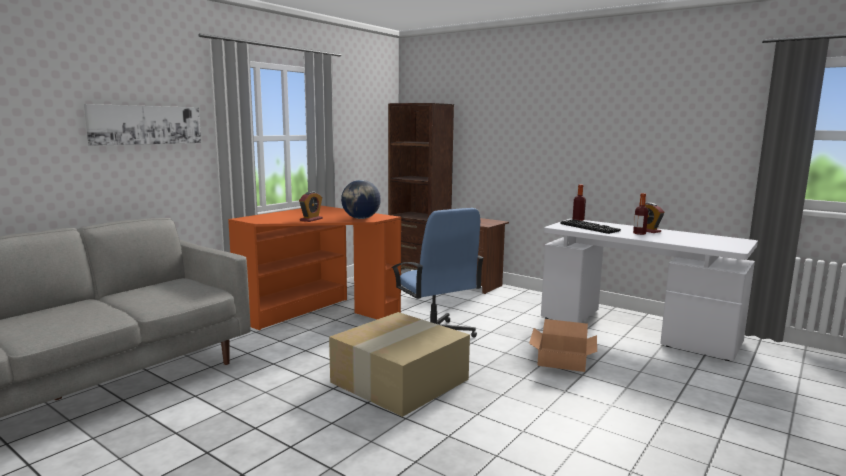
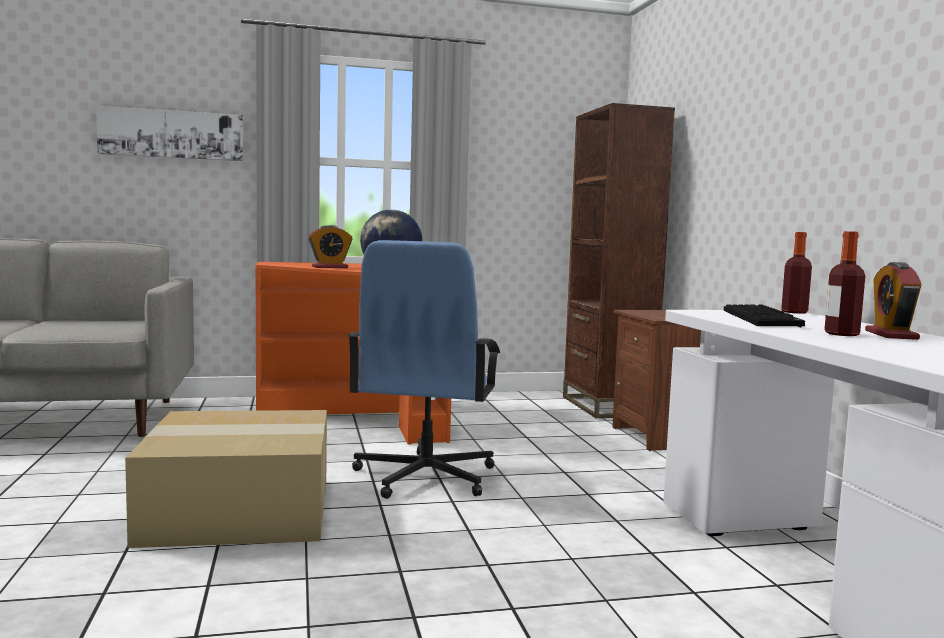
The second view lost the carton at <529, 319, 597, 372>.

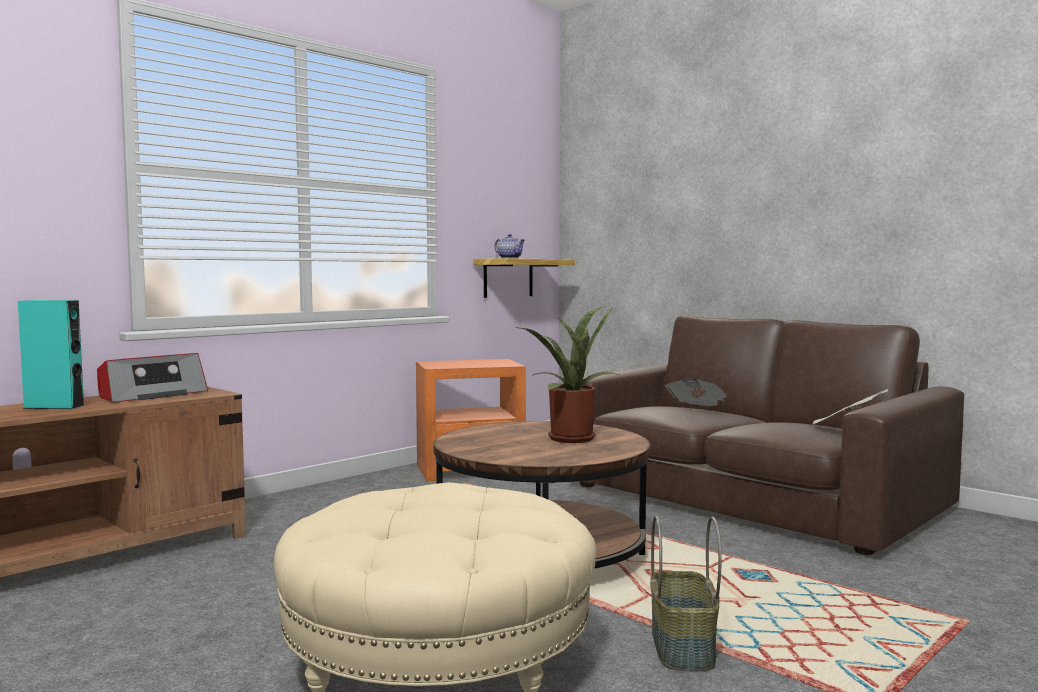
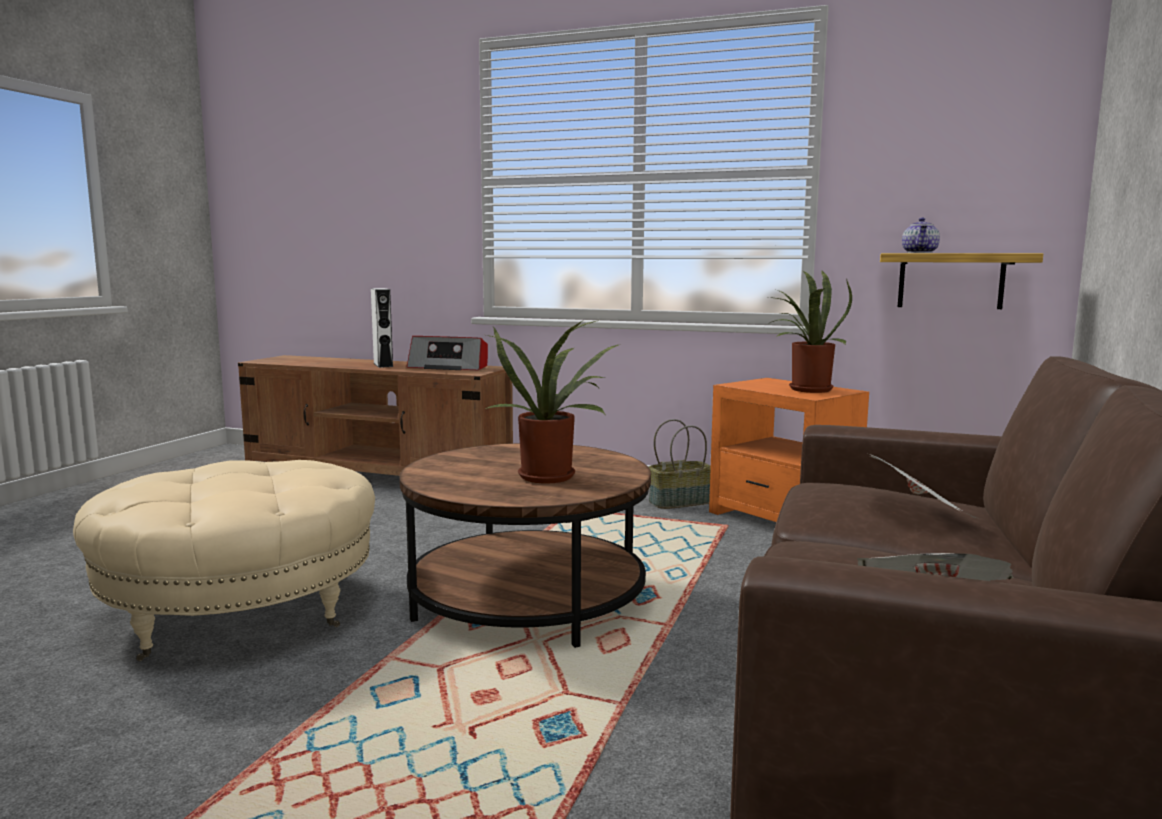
The second view gained the plante en pot at <767, 270, 852, 393>.
The panier ended up elsewhere, having gone from <650, 516, 722, 671> to <649, 419, 711, 509>.
What was the enceinte/turquoise at <18, 300, 84, 409> turned into the enceinte/blanc at <371, 288, 393, 368>.

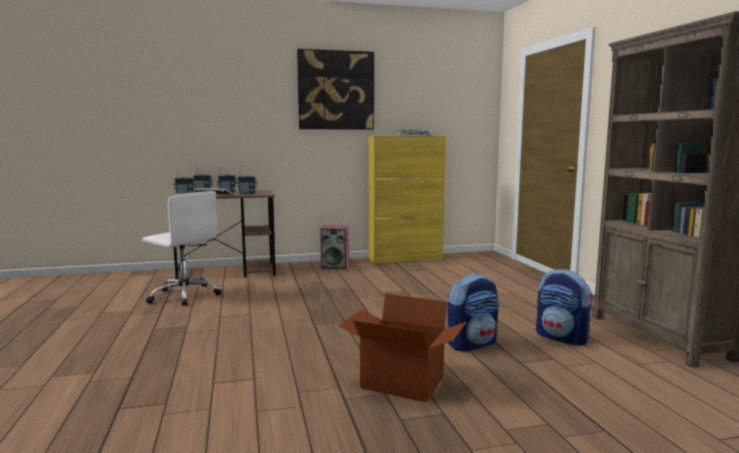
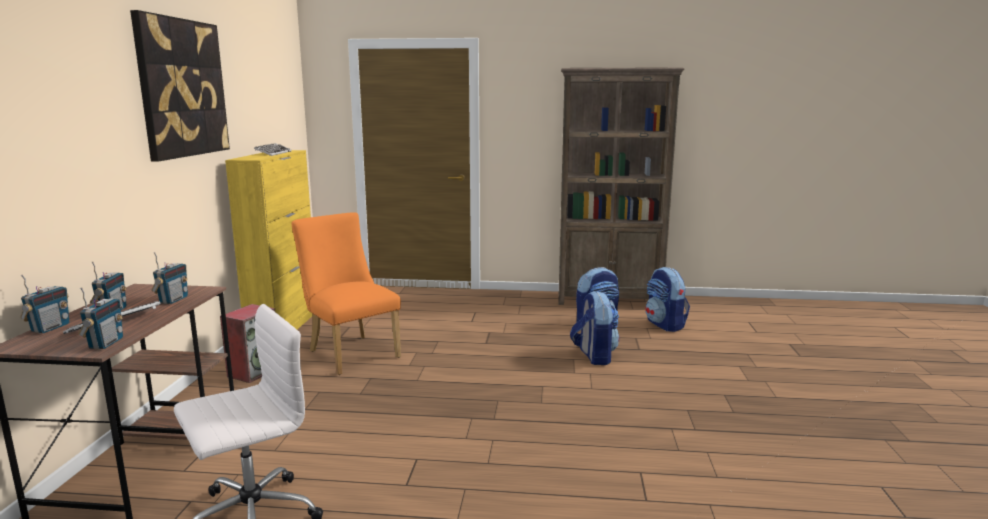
The second view lost the carton at <338, 294, 467, 402>.
The second view gained the chaise/orange at <292, 213, 401, 375>.
The second view gained the sac à dos at <645, 267, 690, 332>.

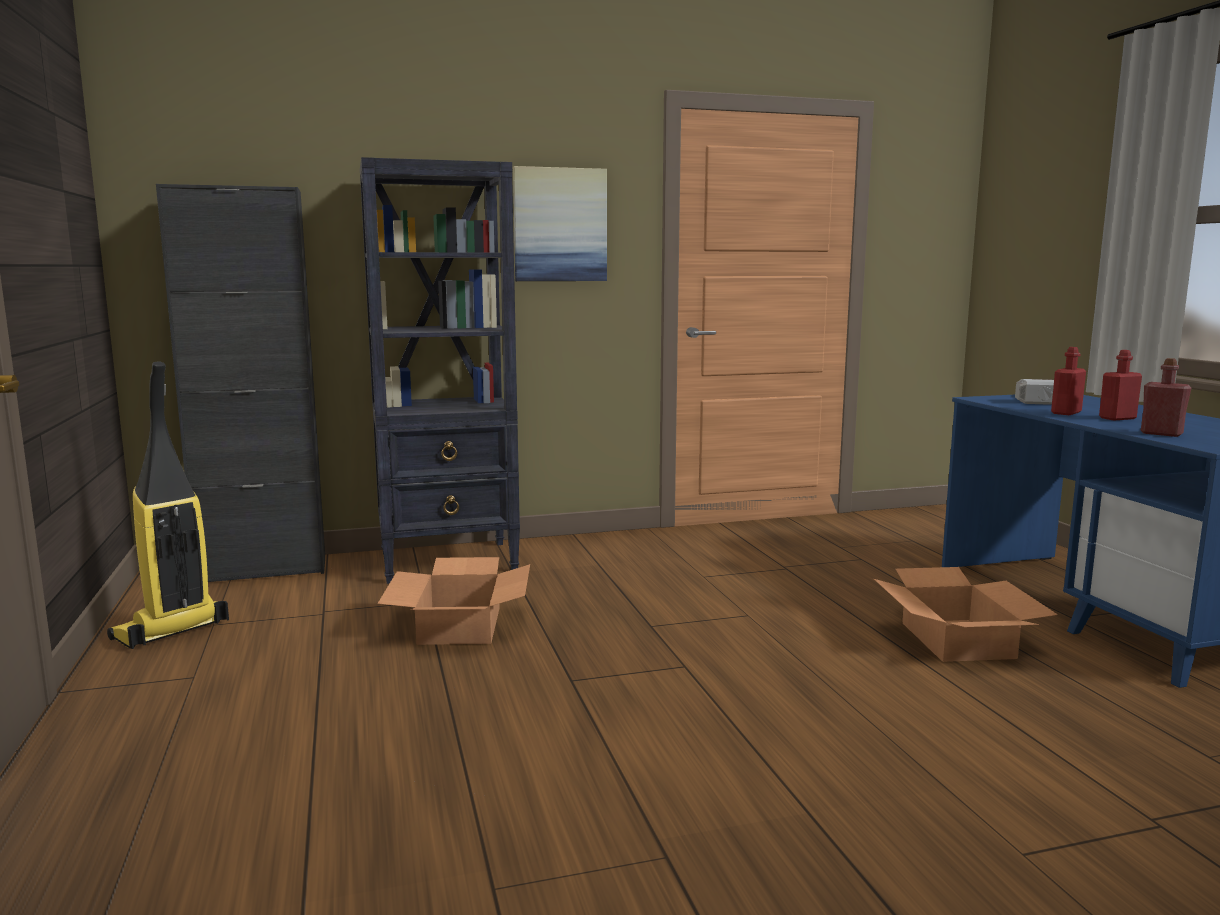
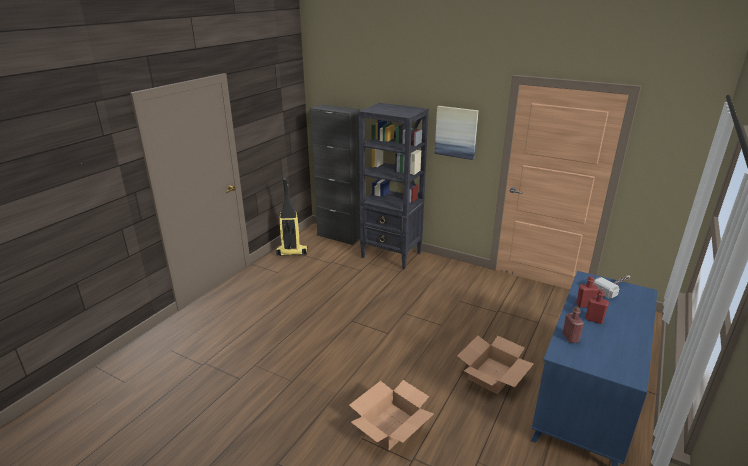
The carton ended up elsewhere, having gone from <378, 557, 530, 645> to <349, 380, 434, 451>.

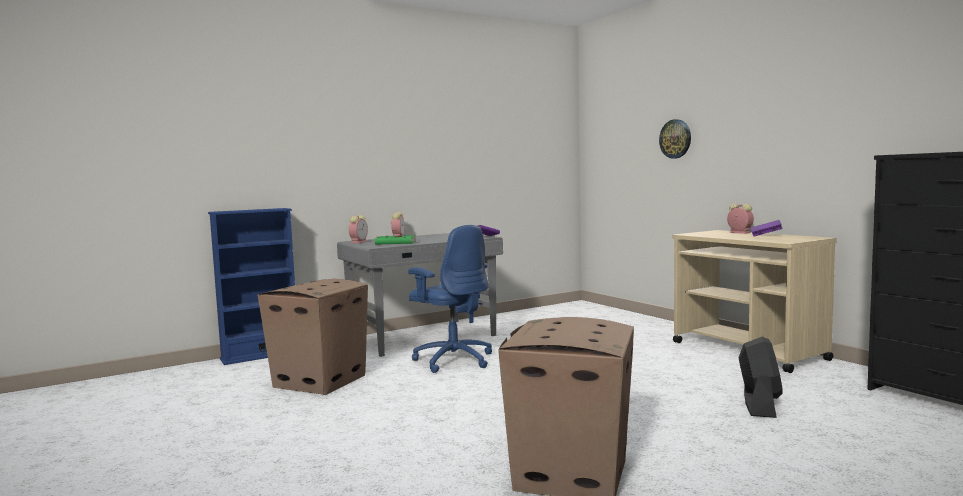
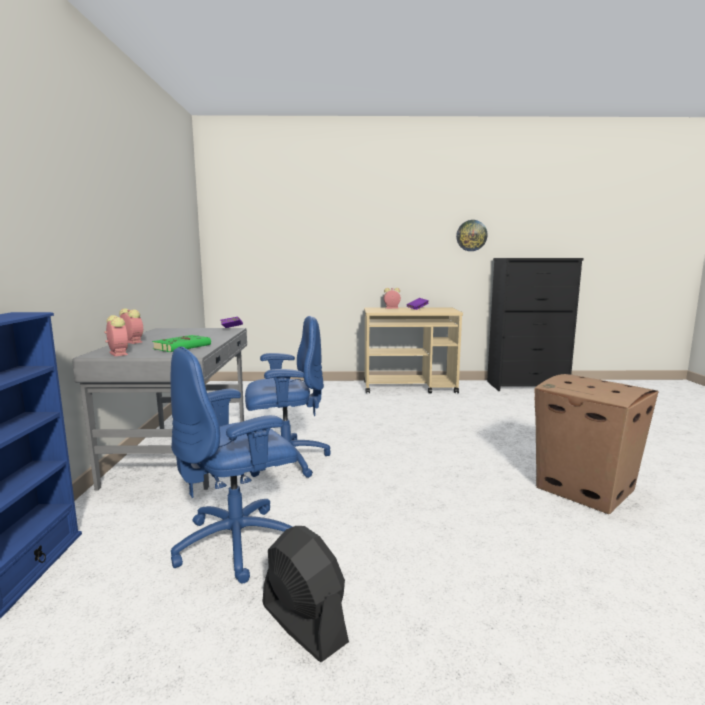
The horloge murale ended up elsewhere, having gone from <659, 119, 691, 159> to <456, 220, 488, 251>.
The ventilateur/noir ended up elsewhere, having gone from <739, 337, 783, 418> to <262, 526, 349, 662>.
Where the carton stood at <257, 279, 368, 395>, the chaise de bureau/bleu came to stand at <171, 346, 297, 584>.

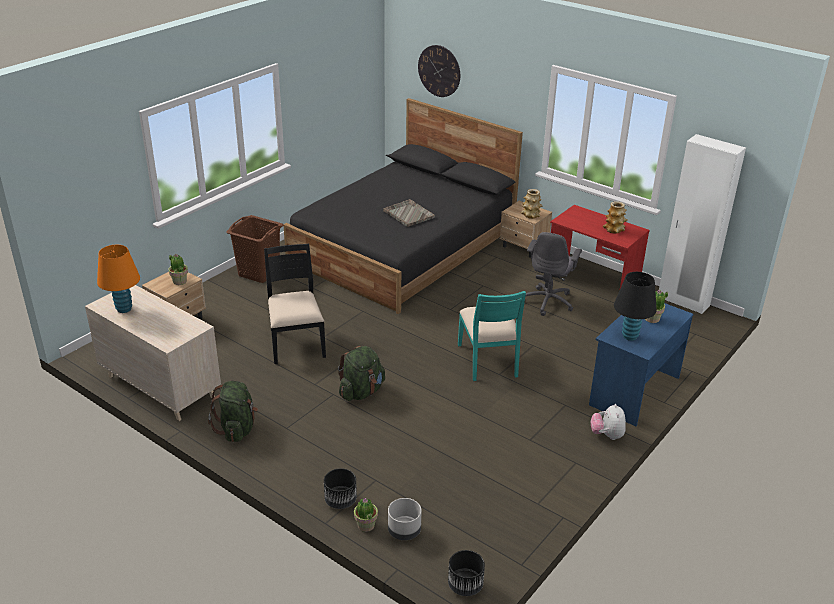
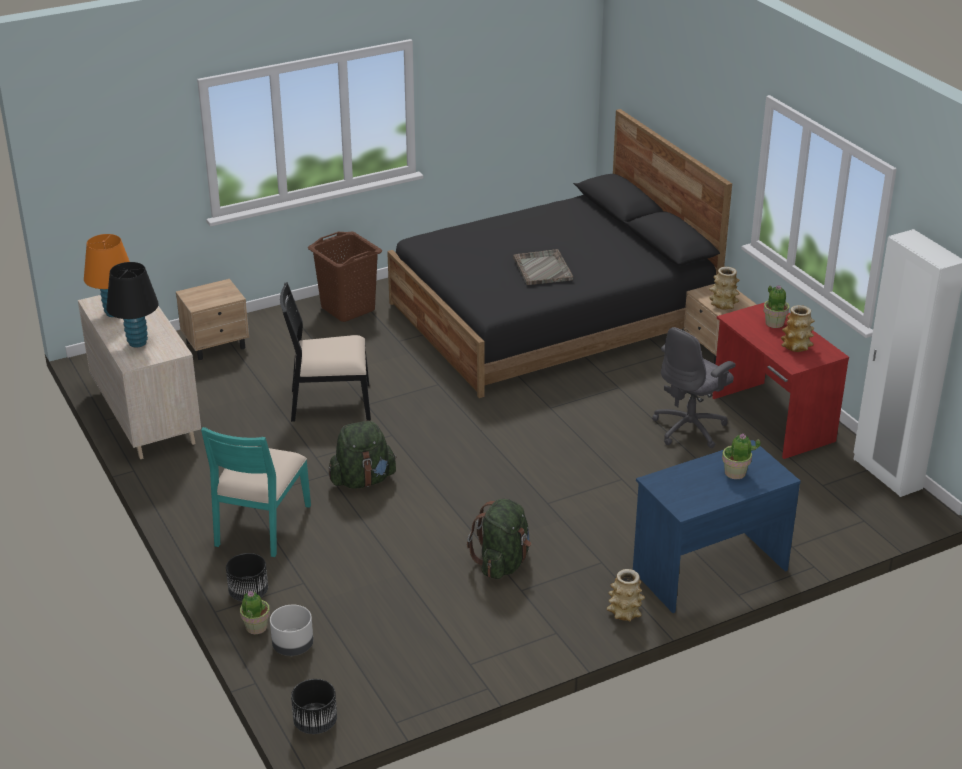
The second view lost the horloge murale at <418, 45, 460, 97>.
The plante en pot ended up elsewhere, having gone from <169, 254, 188, 285> to <764, 285, 789, 328>.
The sac à dos/vert ended up elsewhere, having gone from <208, 381, 258, 442> to <467, 499, 531, 579>.
The chaise/turquoise ended up elsewhere, having gone from <458, 291, 526, 381> to <201, 427, 311, 557>.
The lampe de table/noir ended up elsewhere, having gone from <614, 272, 657, 341> to <106, 262, 159, 347>.
Where the peluche stood at <591, 404, 626, 440>, the vase came to stand at <606, 569, 645, 621>.
The chaise/noir at <264, 244, 326, 364> ended up facing another way, 105 degrees counterclockwise from before.

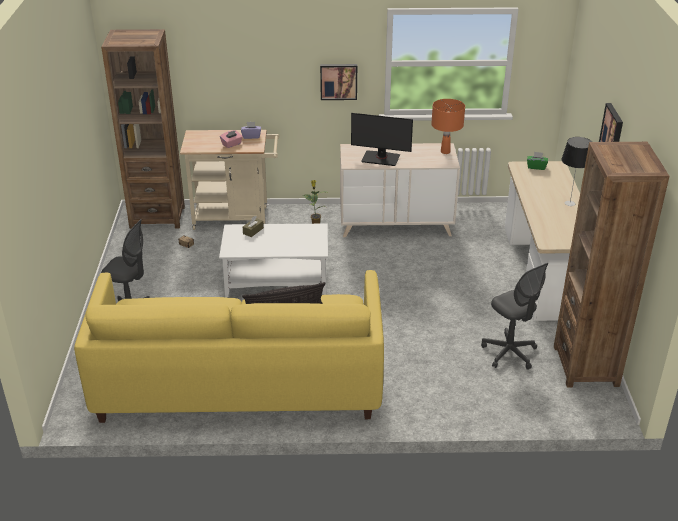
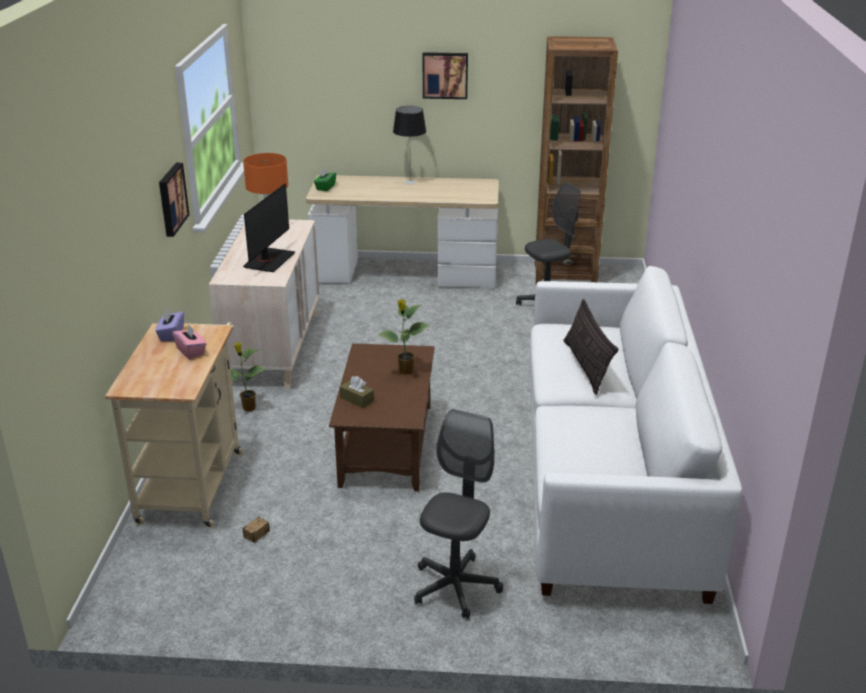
The second view lost the bibliothèque/marron at <101, 29, 185, 229>.
The second view gained the plante en pot at <378, 299, 430, 375>.
What was the canapé/jaune at <74, 270, 384, 423> turned into the canapé/blanc at <529, 266, 742, 604>.
What was the table basse/blanc at <219, 224, 328, 298> turned into the table basse/marron at <329, 343, 435, 491>.

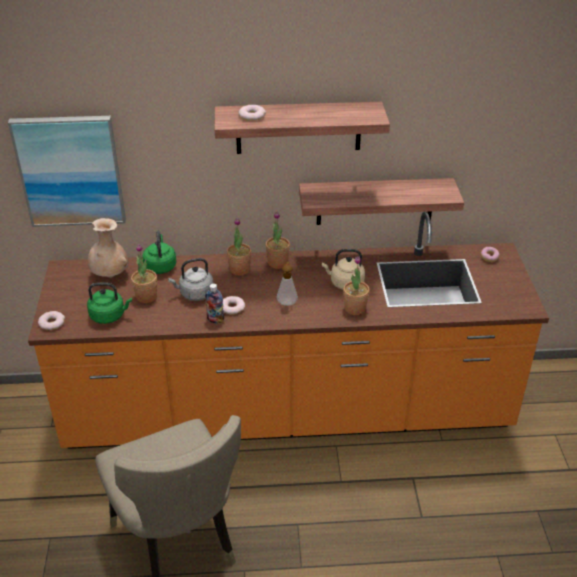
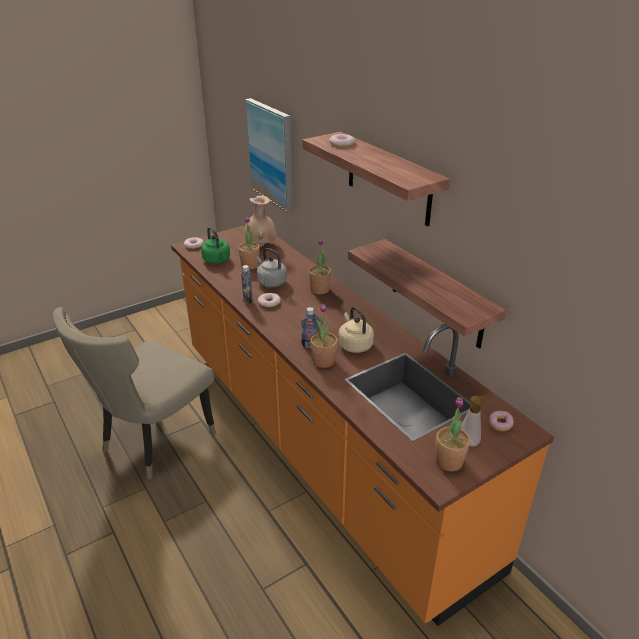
The second view lost the bouilloire/vert at <142, 231, 176, 274>.
The second view gained the bouteille at <301, 307, 320, 348>.
The plante en pot ended up elsewhere, having gone from <266, 211, 290, 269> to <436, 397, 470, 471>.
The distributeur de savon ended up elsewhere, having gone from <277, 262, 298, 306> to <461, 395, 488, 447>.

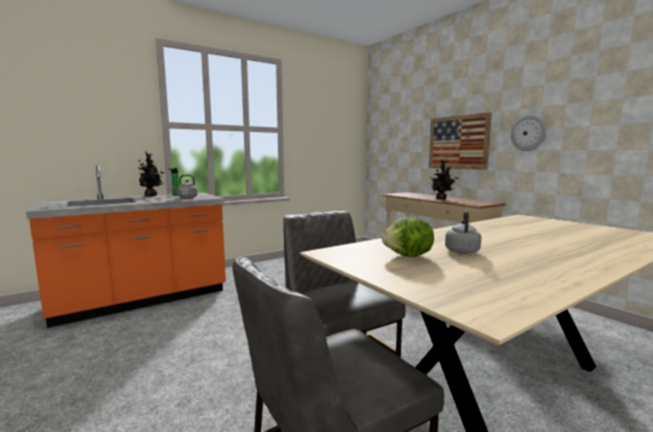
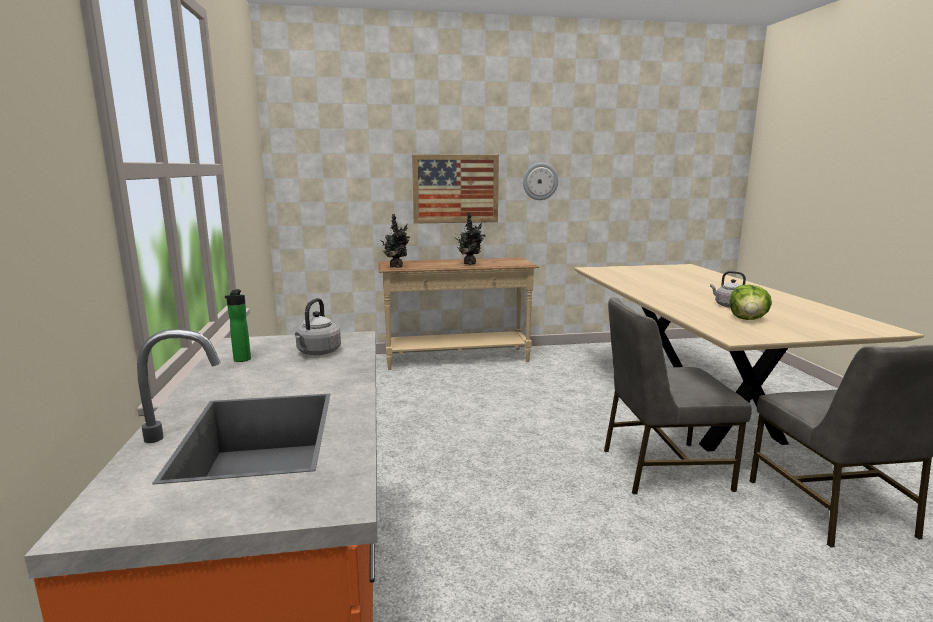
The plante en pot ended up elsewhere, having gone from <138, 151, 164, 196> to <382, 214, 410, 268>.

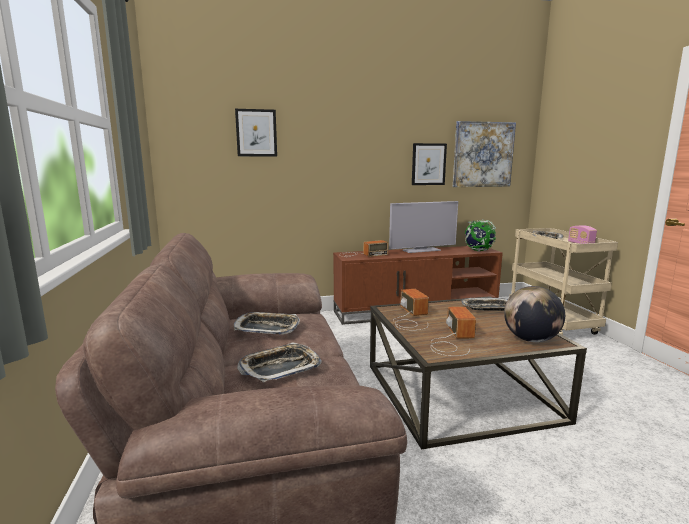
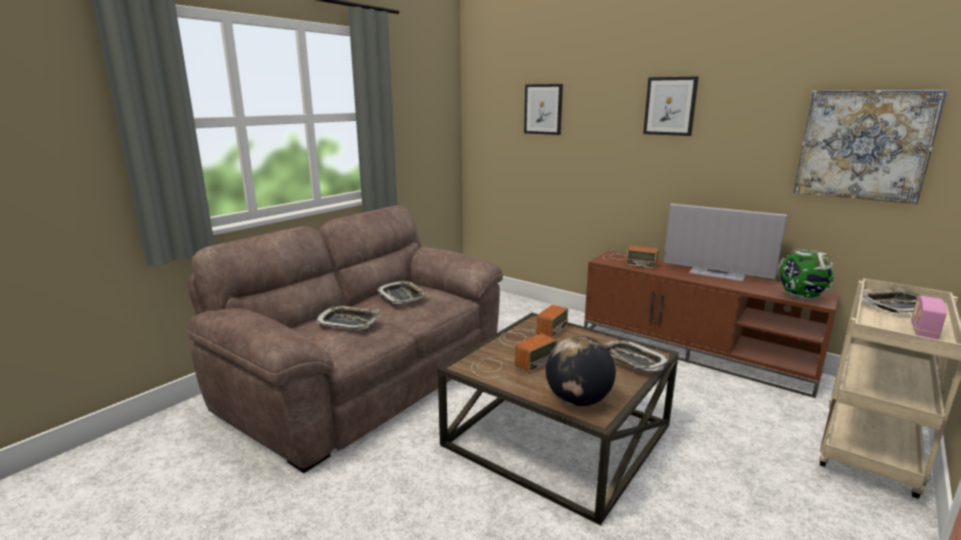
The tableau ended up elsewhere, having gone from <412, 143, 447, 185> to <643, 76, 699, 136>.

